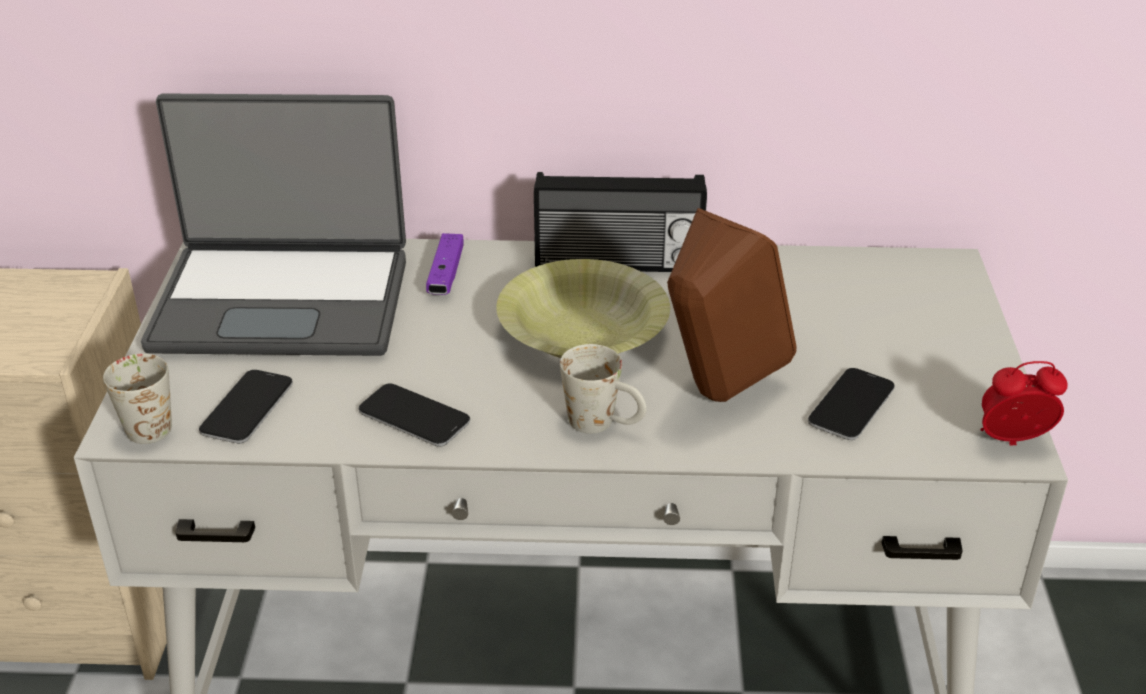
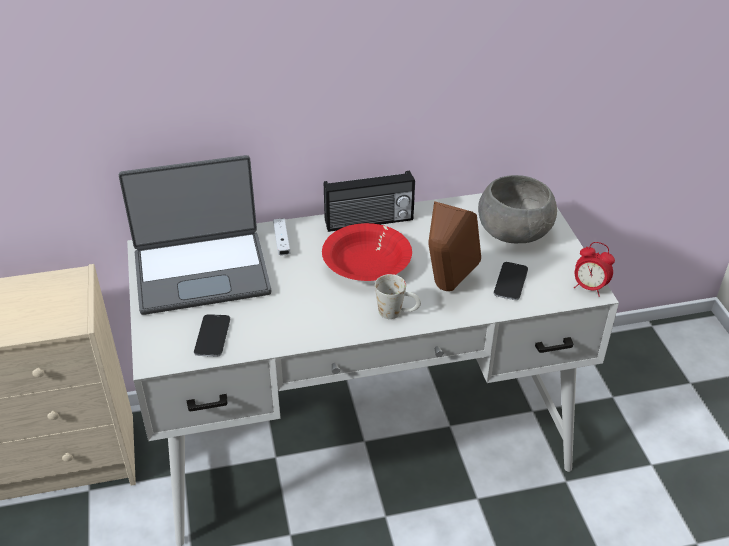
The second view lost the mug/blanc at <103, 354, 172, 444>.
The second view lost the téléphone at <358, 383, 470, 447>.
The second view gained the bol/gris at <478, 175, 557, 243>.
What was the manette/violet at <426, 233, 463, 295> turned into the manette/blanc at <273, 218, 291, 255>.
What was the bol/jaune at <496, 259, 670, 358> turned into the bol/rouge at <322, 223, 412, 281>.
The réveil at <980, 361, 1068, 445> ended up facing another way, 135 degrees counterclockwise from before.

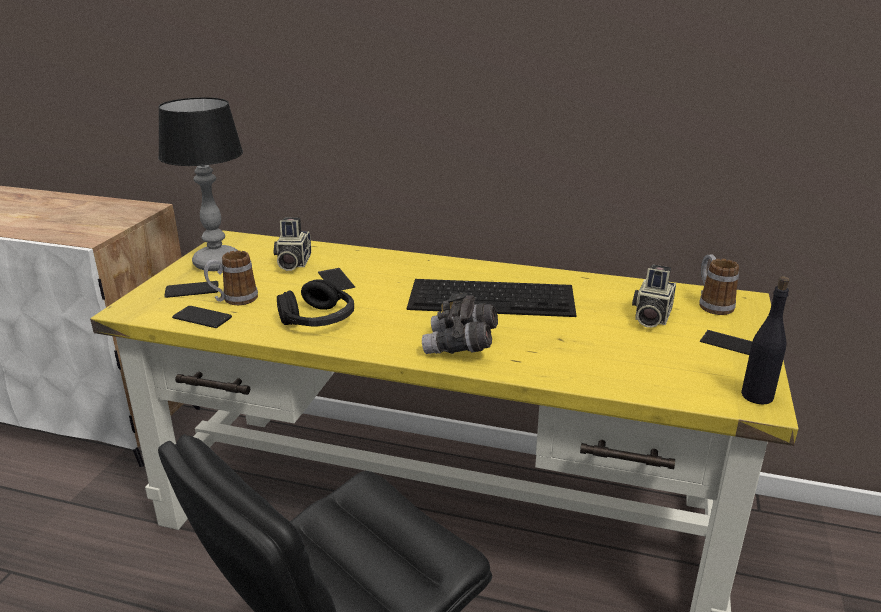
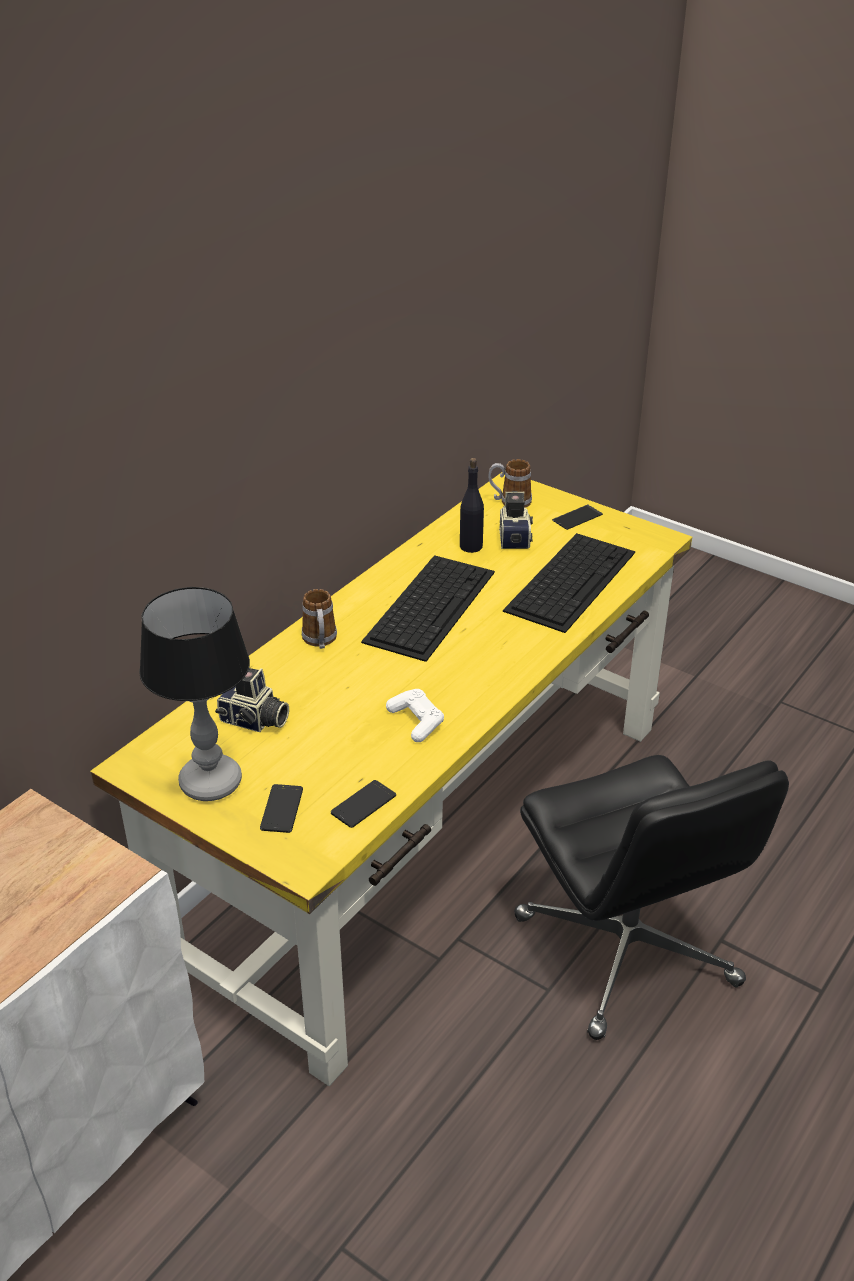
The second view lost the téléphone at <318, 268, 355, 290>.
The second view lost the jumelles/gris at <422, 292, 498, 354>.
The second view gained the clavier at <503, 533, 635, 633>.
The mug ended up elsewhere, having gone from <204, 250, 258, 305> to <302, 589, 337, 649>.
The bouteille/noir ended up elsewhere, having gone from <741, 276, 789, 404> to <460, 458, 484, 553>.
Where the casque audio/noir stood at <277, 279, 354, 326>, the manette/blanc came to stand at <386, 689, 444, 742>.
The appareil photo at <632, 265, 676, 328> ended up facing another way, 135 degrees counterclockwise from before.

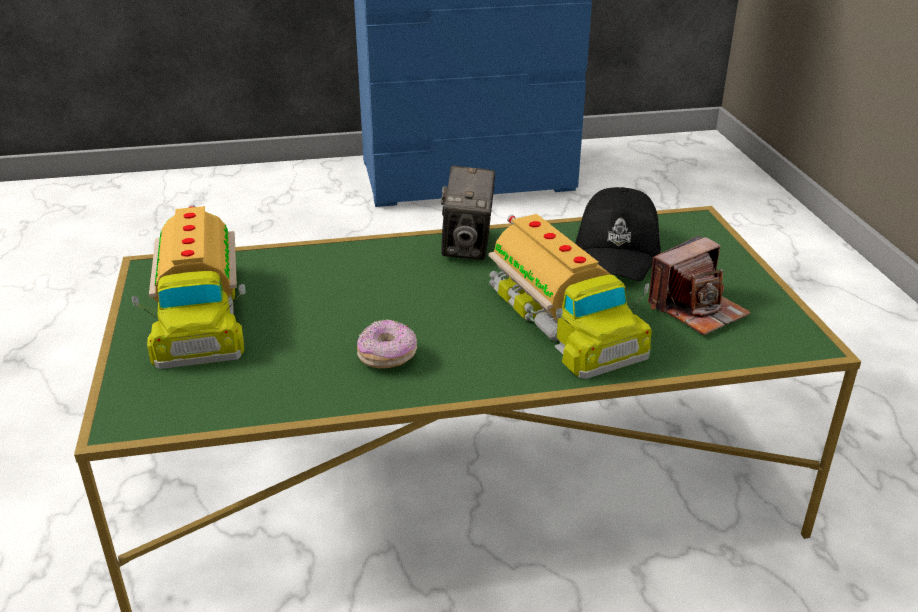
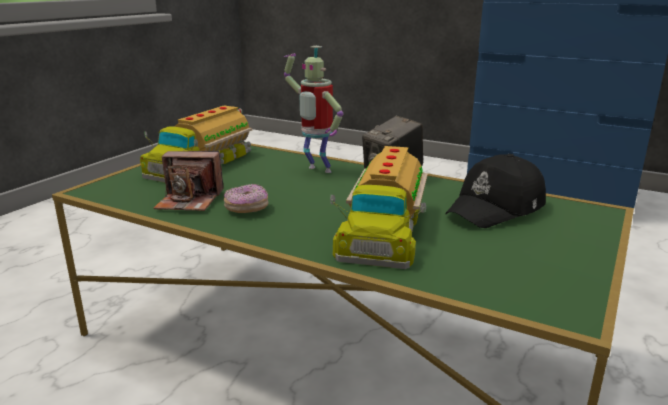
The second view gained the robot jouet at <284, 46, 343, 173>.
The appareil photo ended up elsewhere, having gone from <648, 235, 751, 335> to <154, 151, 224, 211>.

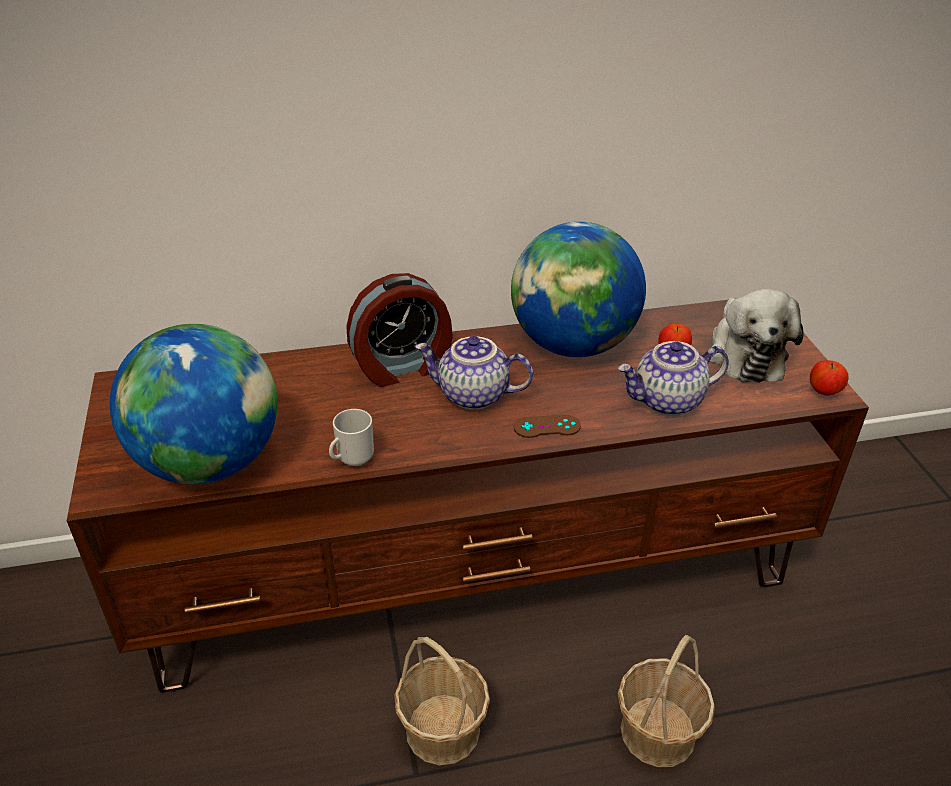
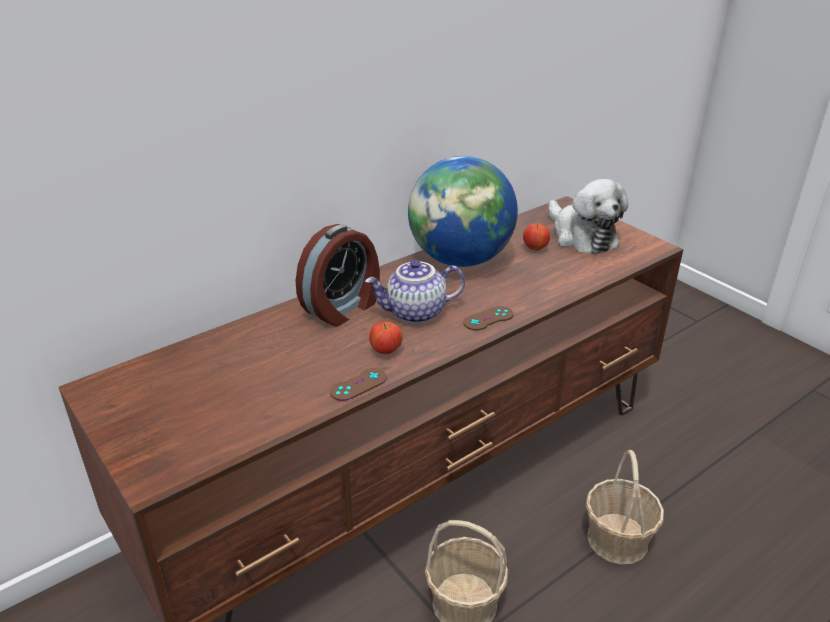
The second view lost the globe at <110, 324, 277, 485>.
The second view lost the théière at <618, 341, 729, 416>.
The pomme ended up elsewhere, having gone from <810, 360, 849, 396> to <369, 322, 403, 354>.
Where the mug stood at <329, 409, 374, 466>, the manette/marron came to stand at <330, 368, 387, 401>.

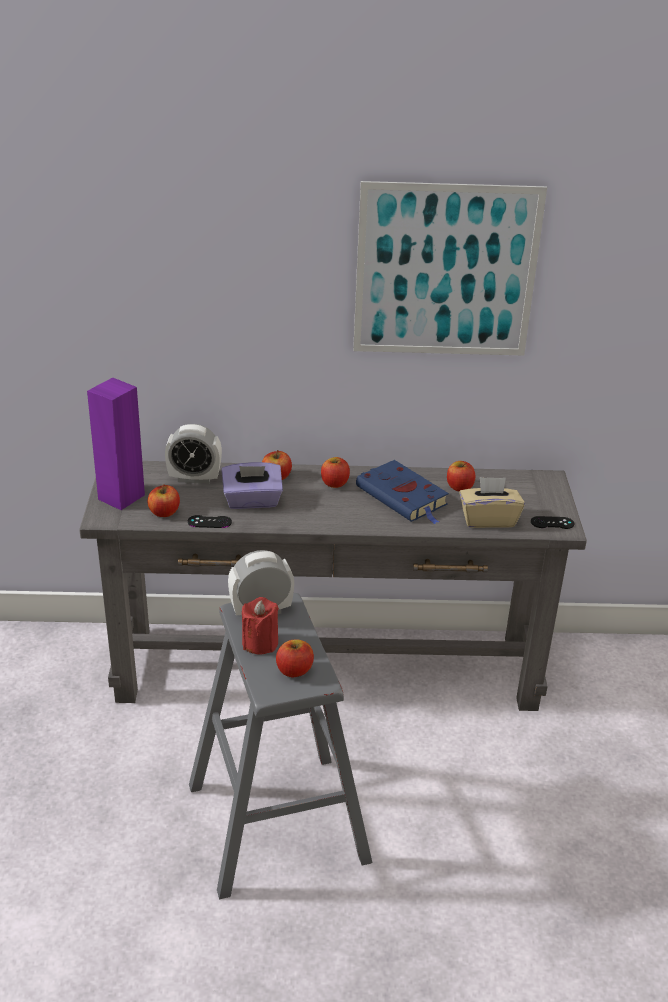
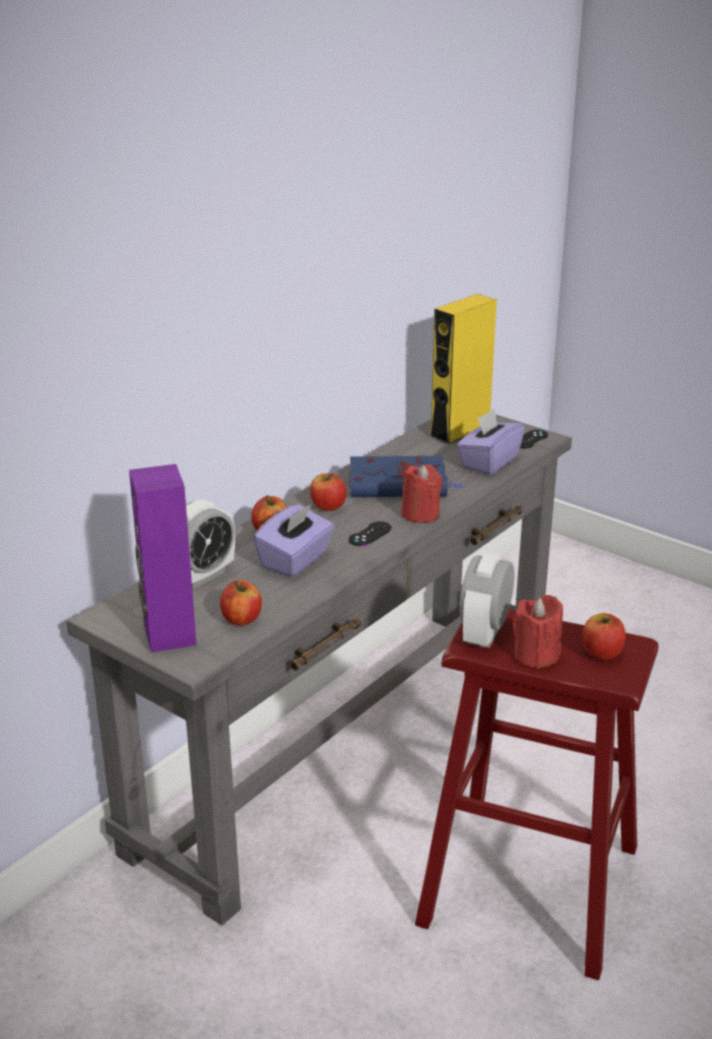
The second view lost the tableau at <353, 181, 547, 356>.
The second view lost the pomme at <447, 461, 475, 492>.
The second view gained the bougie/rouge at <401, 464, 443, 523>.
The second view gained the enceinte/jaune at <429, 294, 497, 445>.
The manette/noir ended up elsewhere, having gone from <188, 515, 232, 528> to <349, 521, 392, 546>.
What was the tabouret/gris at <189, 593, 373, 899> turned into the tabouret/rouge at <415, 609, 658, 980>.
What was the boîte à mouchoirs/beige at <459, 477, 525, 528> turned into the boîte à mouchoirs/violet at <457, 409, 525, 475>.

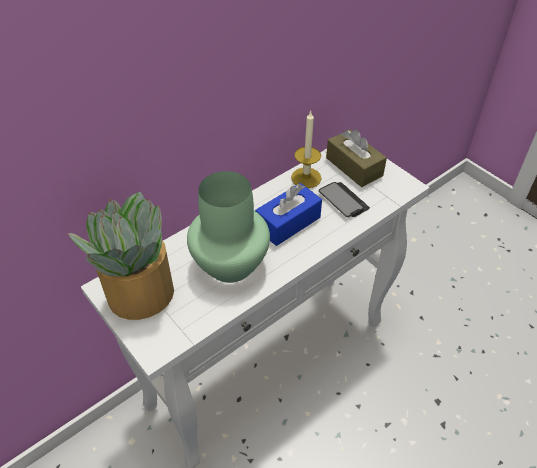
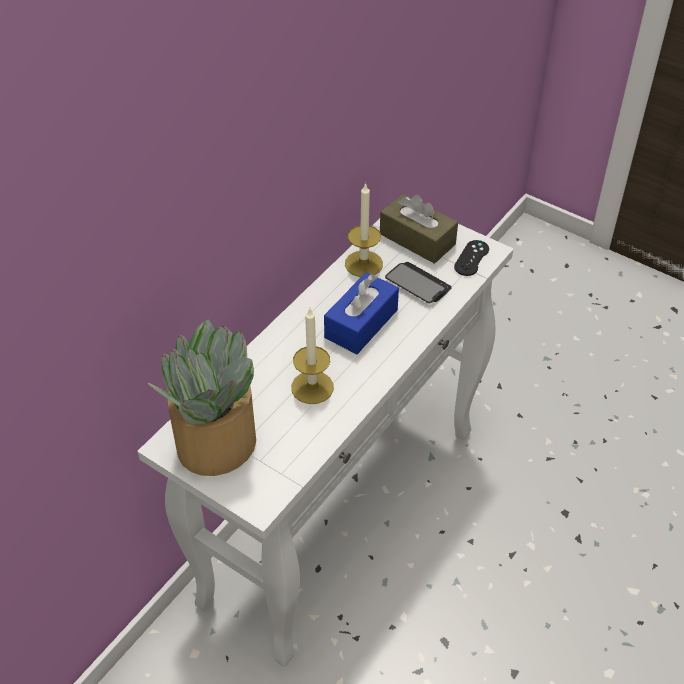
The second view gained the manette/noir at <454, 240, 489, 276>.
Where the vase/vert stood at <187, 171, 270, 283>, the bougie came to stand at <291, 308, 334, 404>.

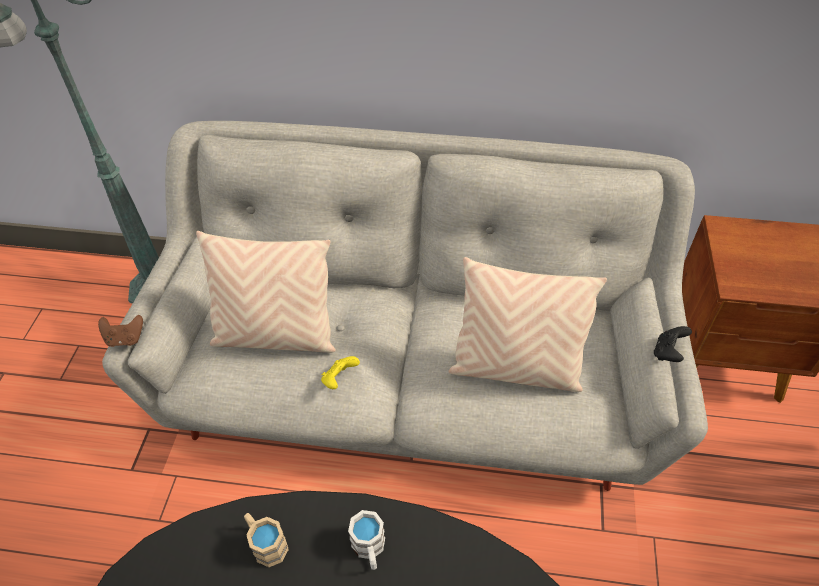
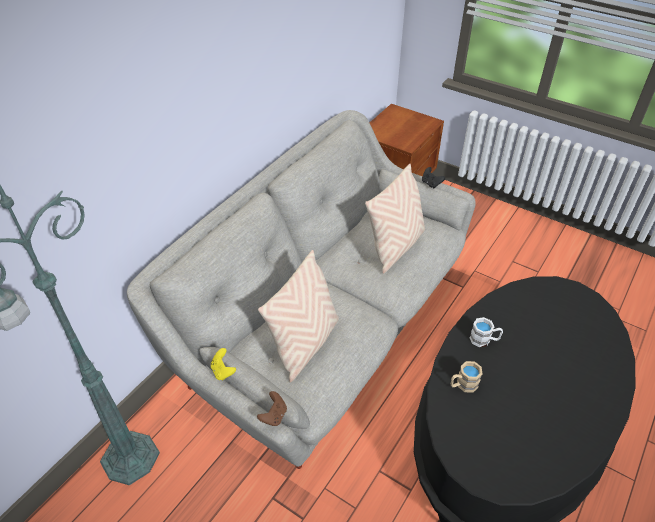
The manette/jaune ended up elsewhere, having gone from <321, 356, 360, 389> to <211, 348, 236, 380>.

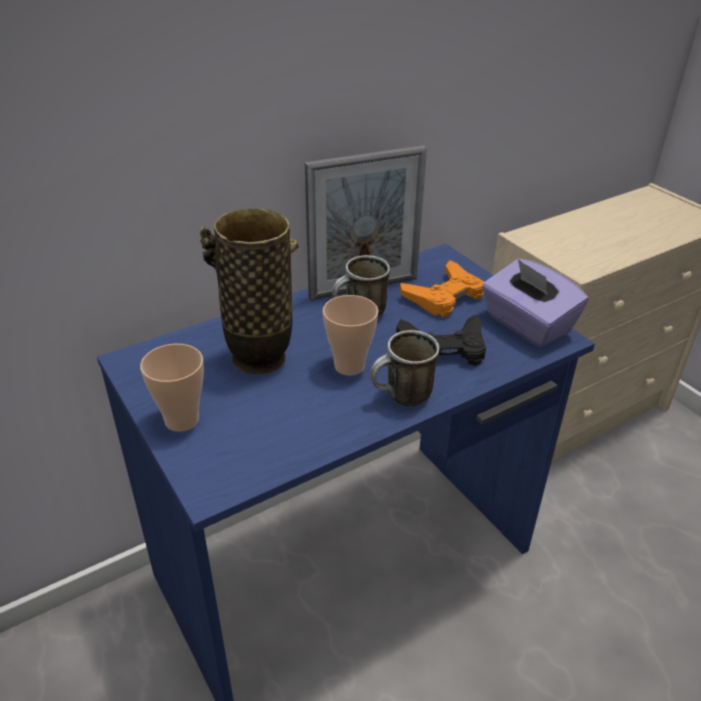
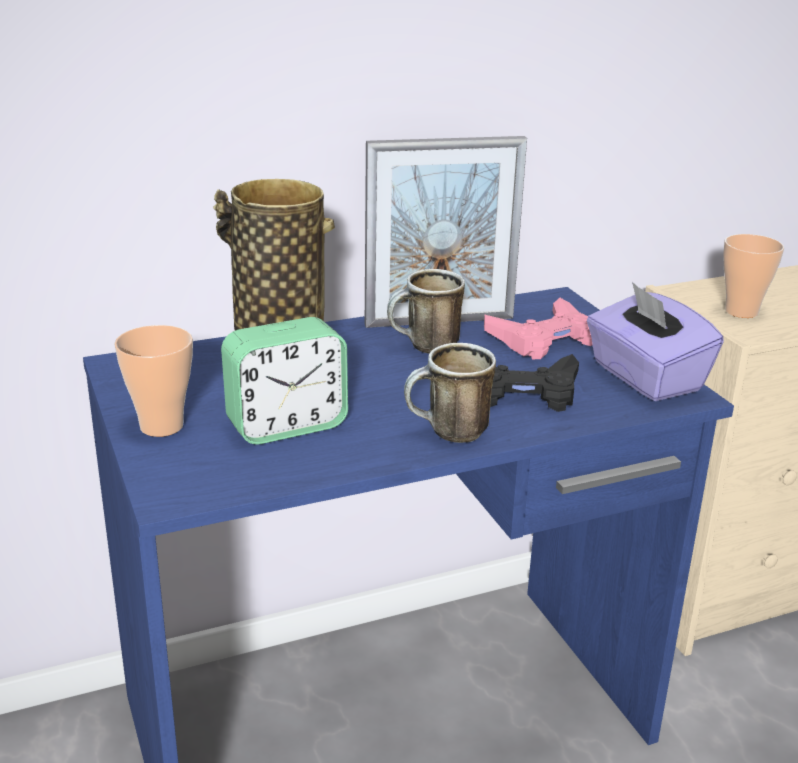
The second view gained the réveil at <221, 317, 348, 445>.
The tasse ended up elsewhere, having gone from <323, 295, 378, 376> to <723, 234, 784, 318>.
What was the manette/orange at <400, 260, 484, 317> turned into the manette/rose at <484, 298, 593, 359>.

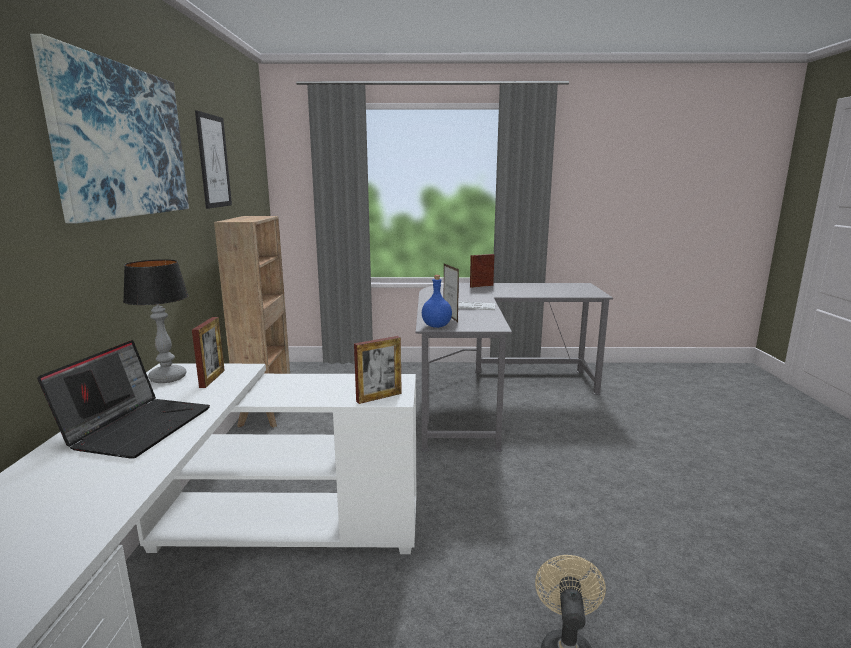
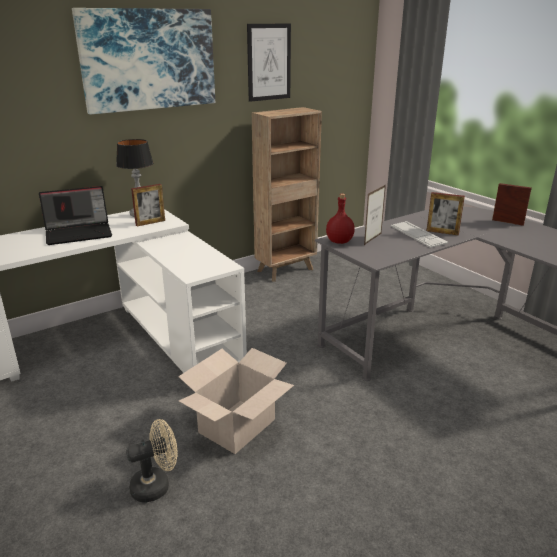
The second view gained the carton at <178, 348, 294, 454>.
The cadre photo ended up elsewhere, having gone from <354, 336, 402, 404> to <427, 192, 465, 235>.
What was the bouteille/bleu at <422, 275, 452, 328> turned into the bouteille/rouge at <326, 193, 355, 244>.

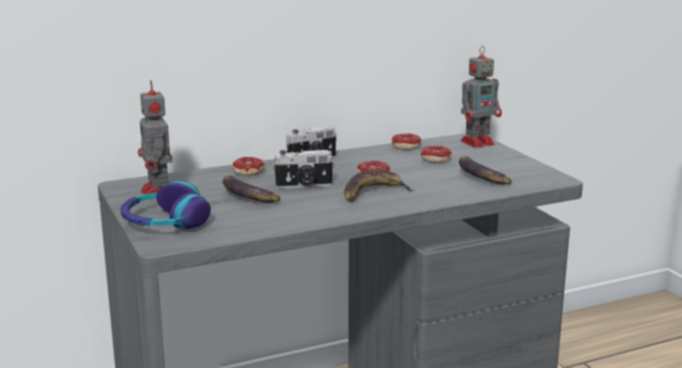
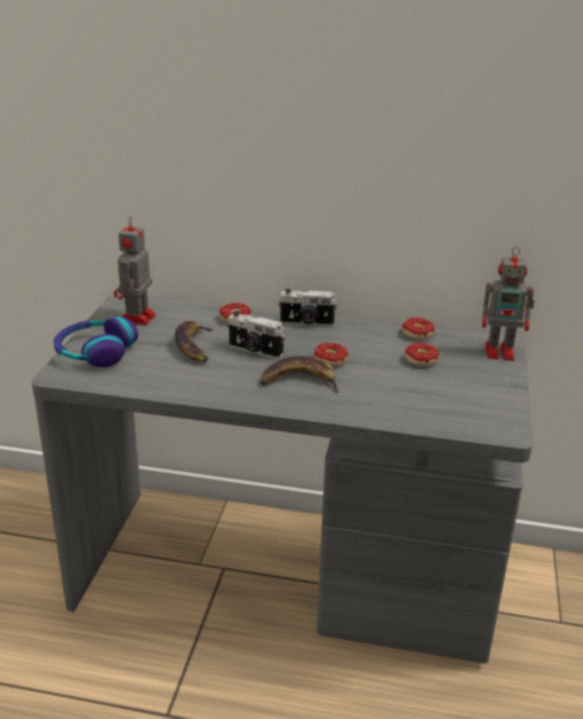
The second view lost the banane at <459, 156, 512, 185>.

